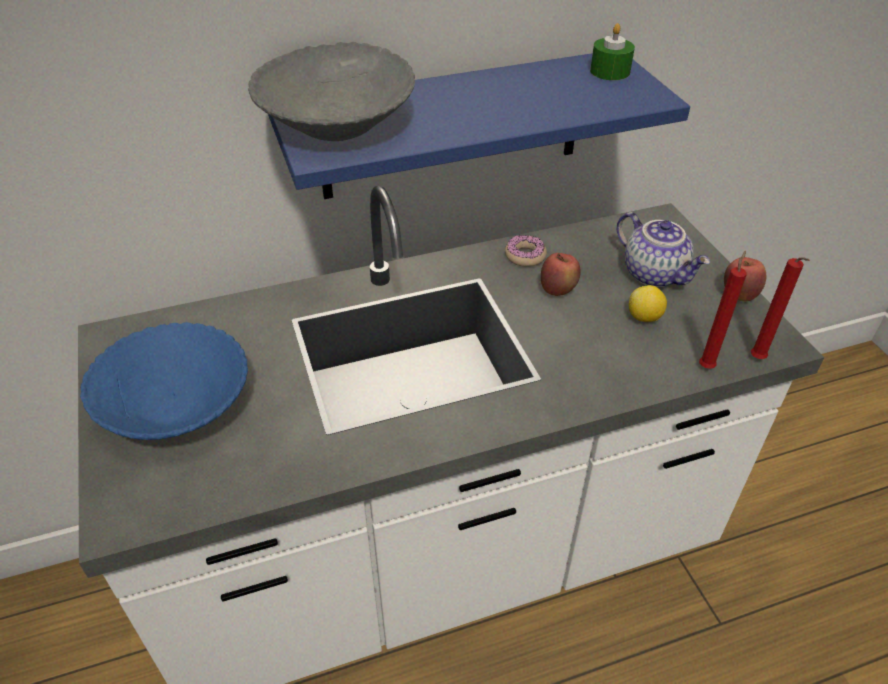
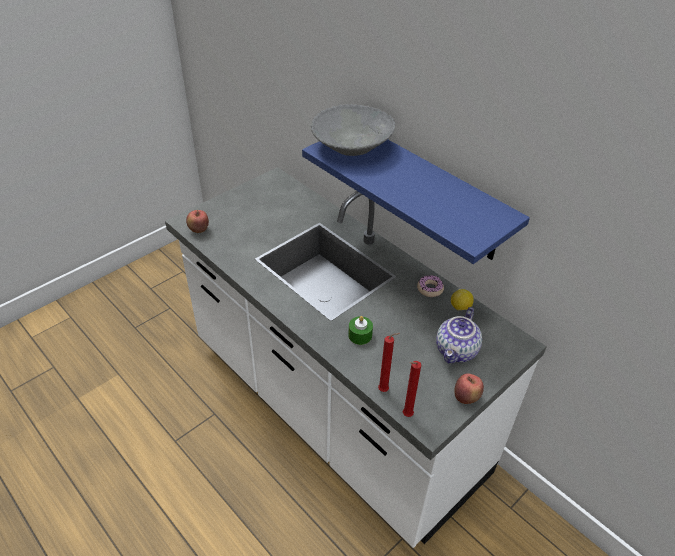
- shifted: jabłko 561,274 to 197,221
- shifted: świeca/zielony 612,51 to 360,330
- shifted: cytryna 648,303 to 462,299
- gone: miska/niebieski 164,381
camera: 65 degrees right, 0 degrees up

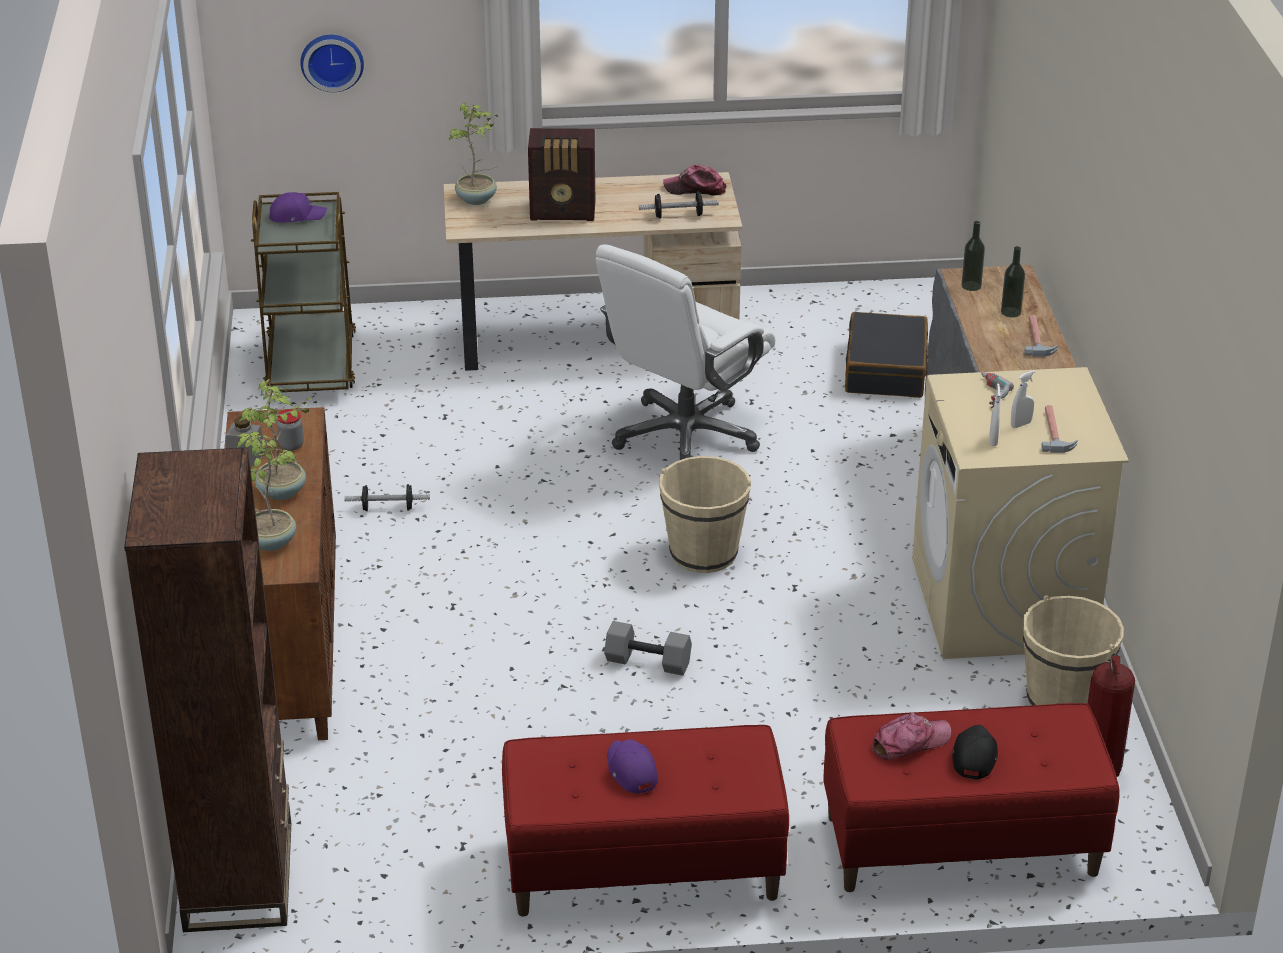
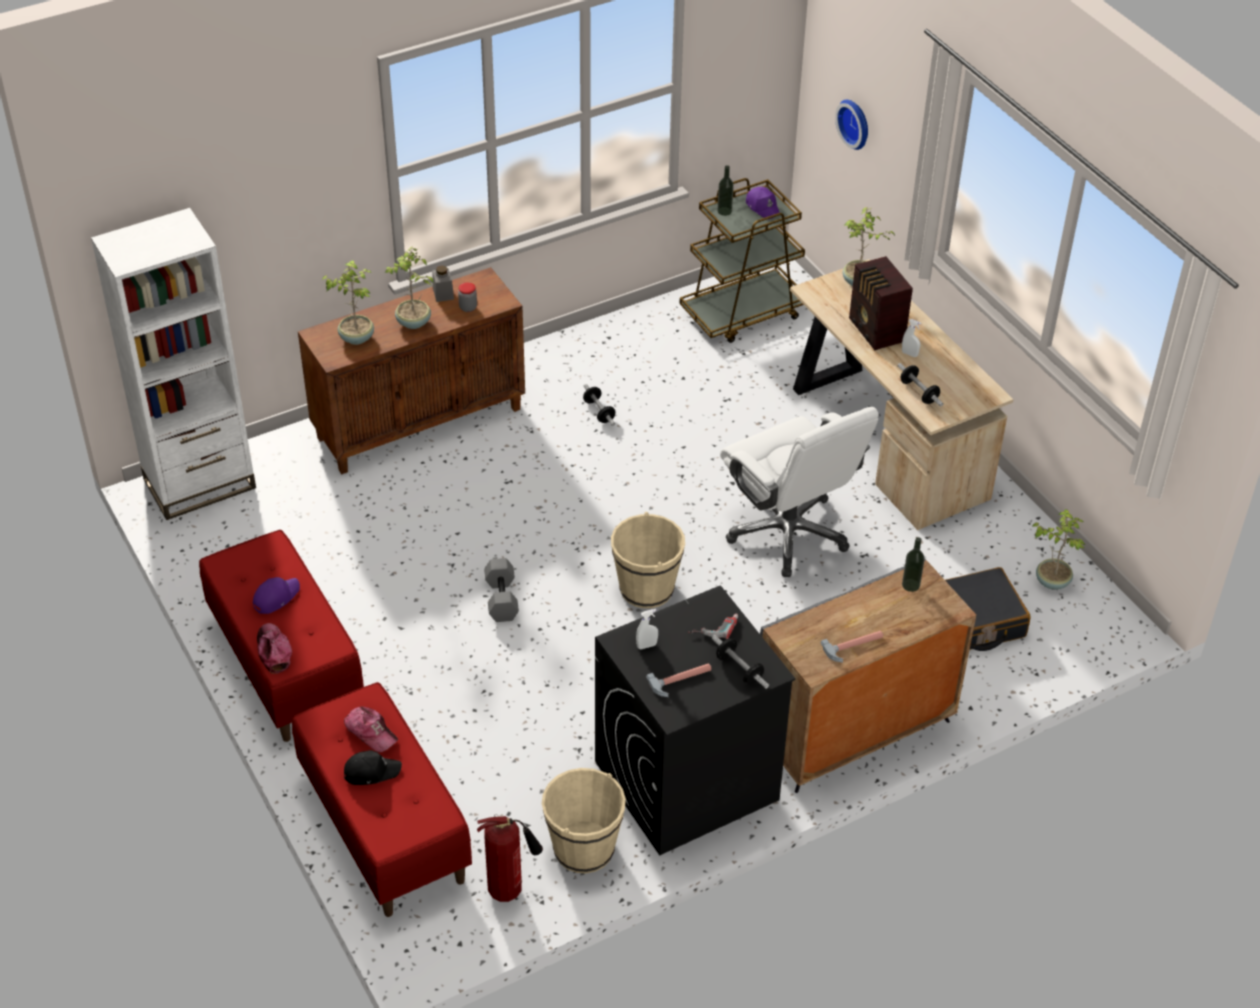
- repainted: regał/brązowy 207,689 to regał/biały 173,364
- shifted: czapka z daszkiem 694,180 to 274,648
- repainted: pralka/beżowy 1020,513 to pralka/czarny 695,720
- new: hantel 740,662
- shifted: butelka 1013,281 to 725,190
- rotated: krzesło biurowe/biały 685,352 = 799,492 135 degrees counterclockwise
- shifted: spryskiwacz/biały 1023,399 to 911,338
- new: roślina doniczkowa 1058,549
camera: 65 degrees right, 10 degrees up

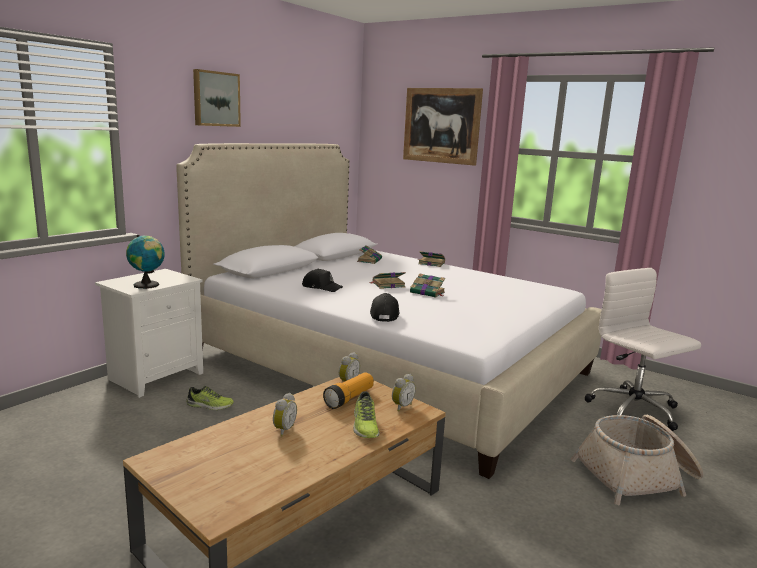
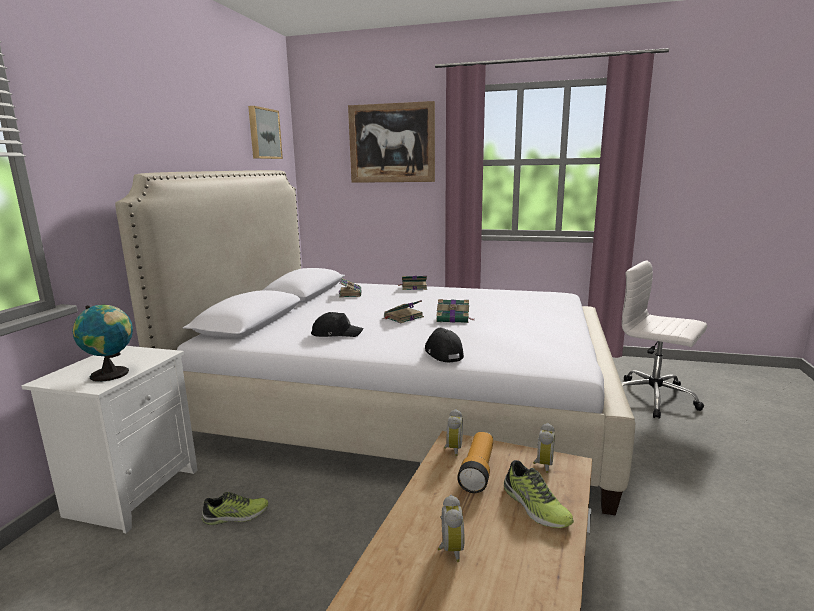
- shifted: obraz 217,98 to 265,132
- gone: koszyk 637,460
camera: 20 degrees left, 0 degrees up

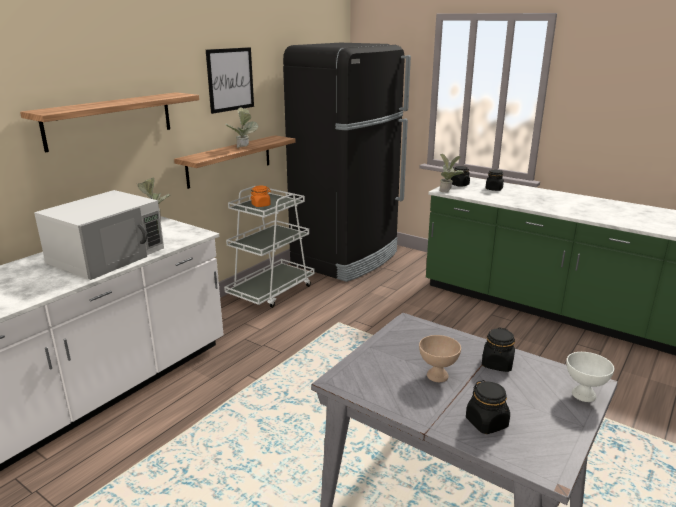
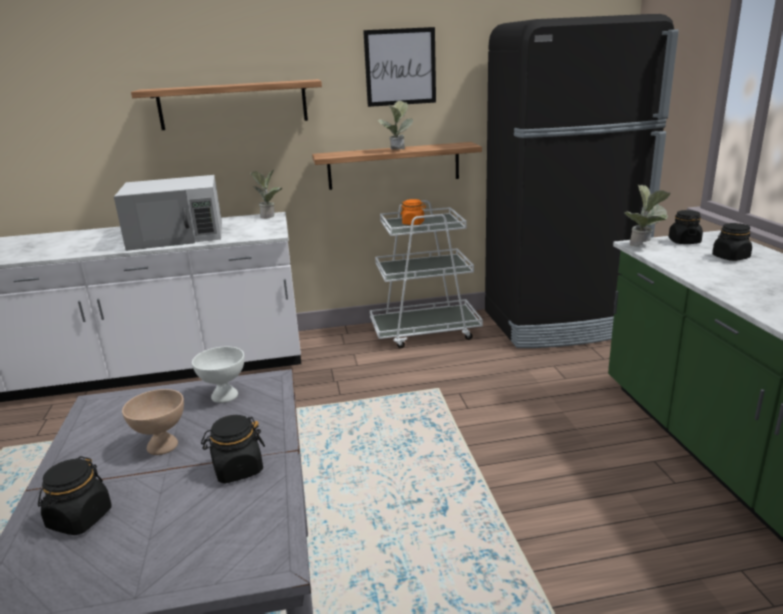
- shifted: miska/biały 590,377 to 218,375
camera: 45 degrees right, 0 degrees up

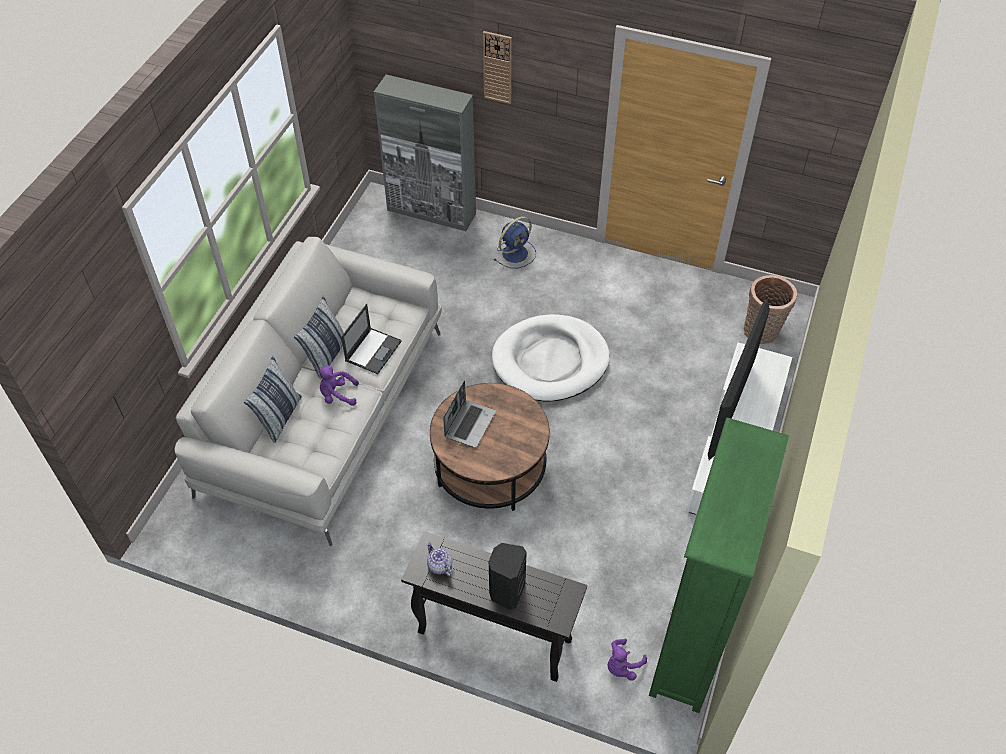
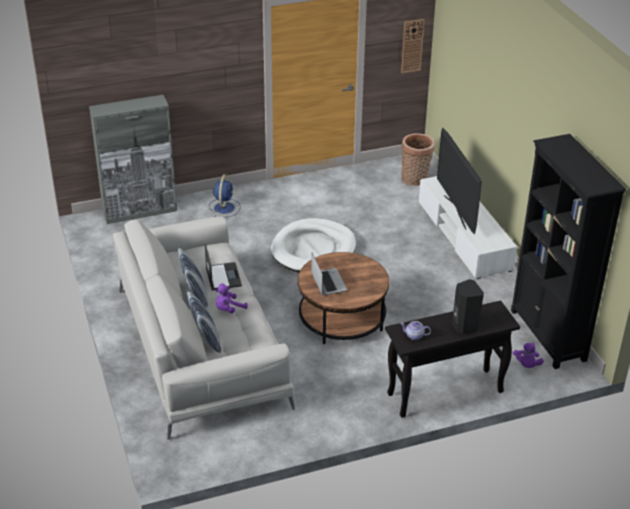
- shifted: zegar ścienny 497,67 to 412,46
- repainted: regał/zielony 719,565 to regał/czarny 568,251
camera: 40 degrees left, 15 degrees down

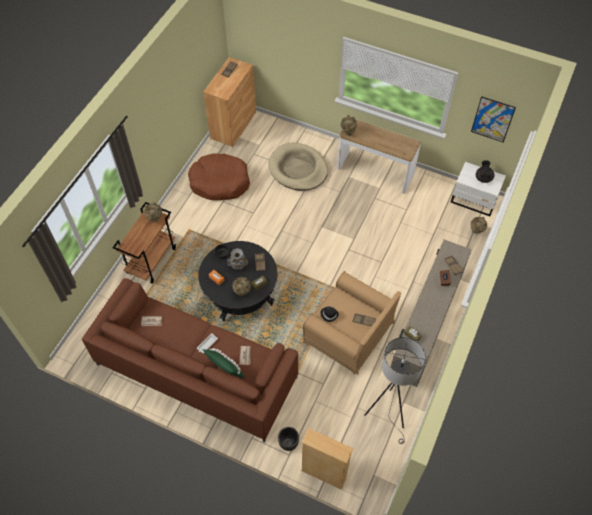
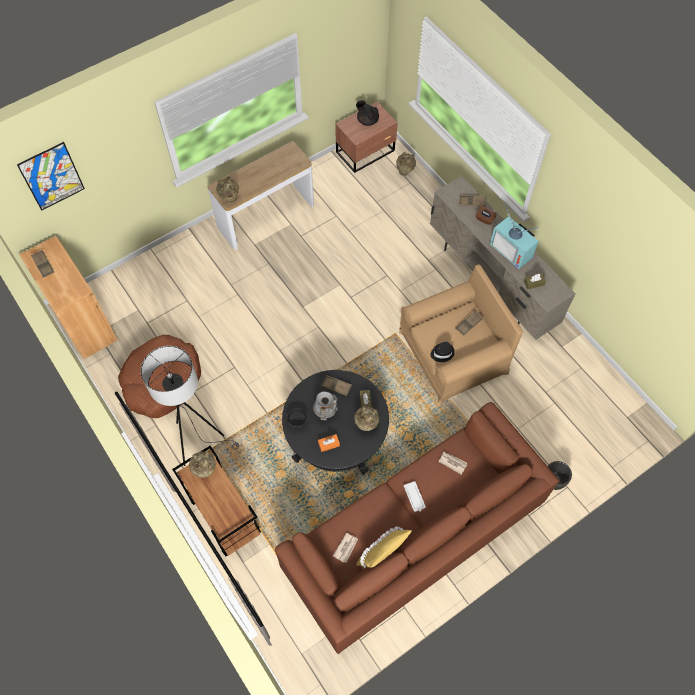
- shifted: obraz 493,119 to 51,176
- shifted: lampa stojąca/szary 395,390 to 190,406
- repainted: szafka nocna/biały 478,189 to szafka nocna/brązowy 366,137
- new: poduszka/żółty 384,547
- new: telewizor 514,237
- gone: poduszka/zielony 223,363
- gone: legowisko/beżowy 298,166
- gone: regał/beżowy 327,459
camera: 60 degrees left, 5 degrees up

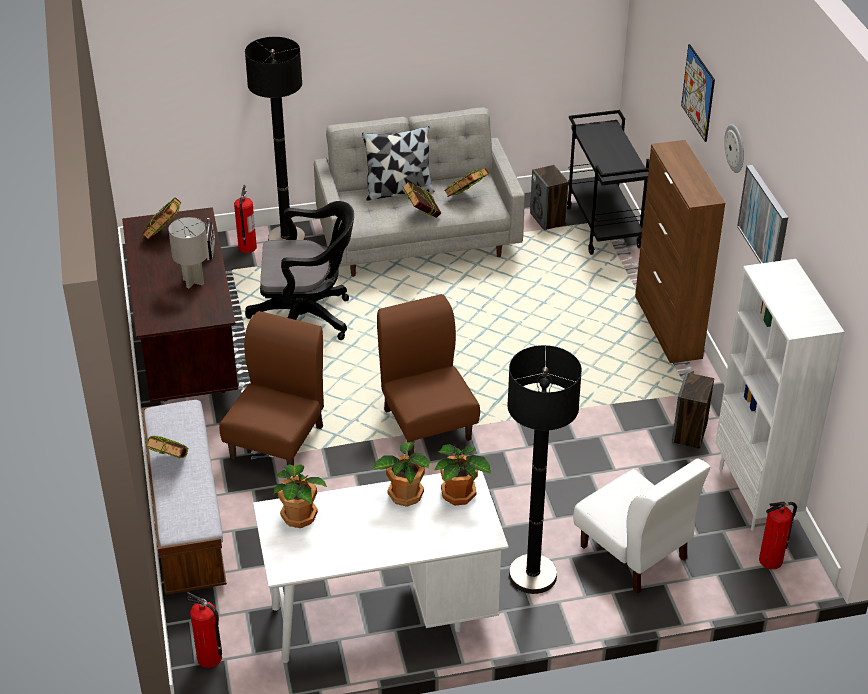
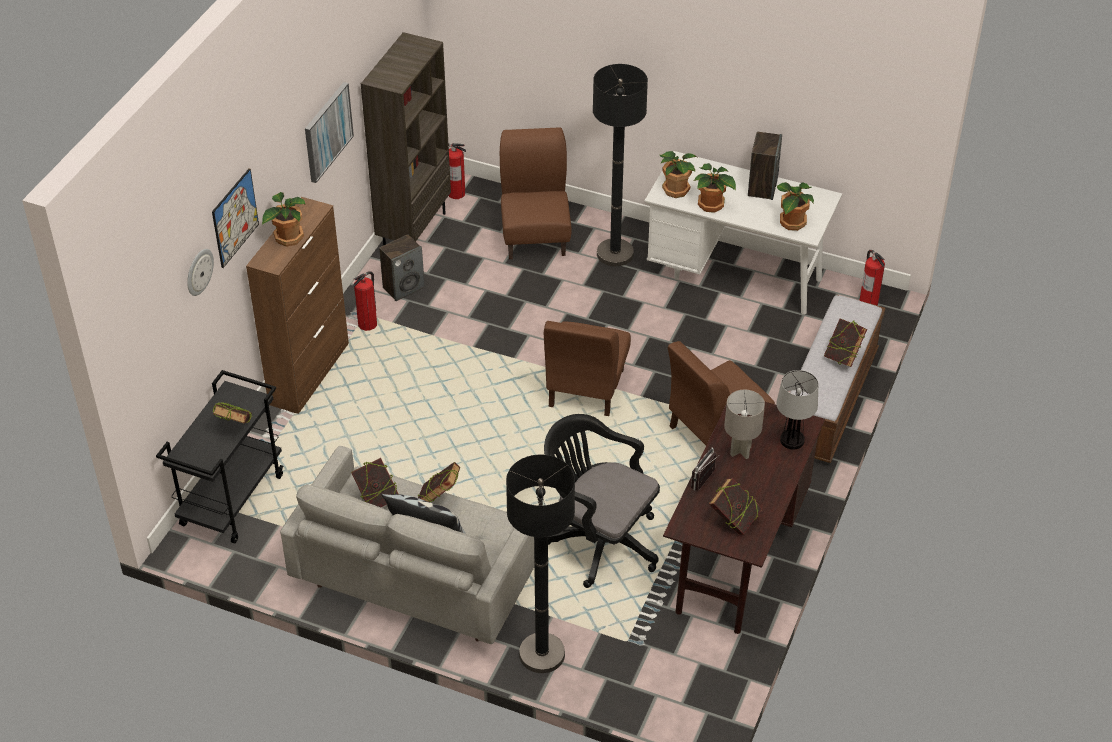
- shifted: zegar ścienny 734,148 to 200,272
- new: książka 232,413
- new: roślina doniczkowa 284,219
- shifted: gaśnica 245,219 to 365,301
- repainted: regał/biały 780,395 to regał/brązowy 406,139
- repainted: krzesło/biały 641,526 to krzesło/brązowy 536,193
- shifted: głośnik 549,197 to 765,166
- new: lampa stołowa 797,409
camera: 145 degrees left, 5 degrees up

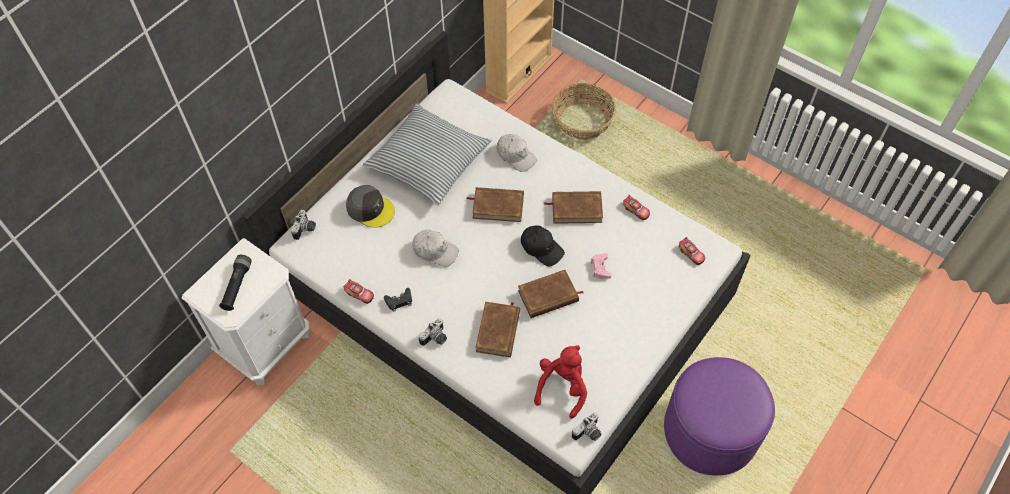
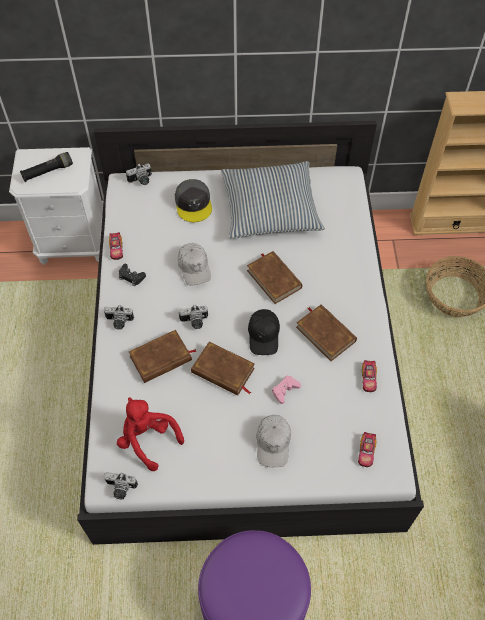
- rotated: pluszak/czerwony 560,382 = 150,434 120 degrees counterclockwise
- new: aparat fotograficzny 193,317
- shifted: czapka z daszkiem/biały 517,153 to 273,441
camera: 50 degrees right, 0 degrees up

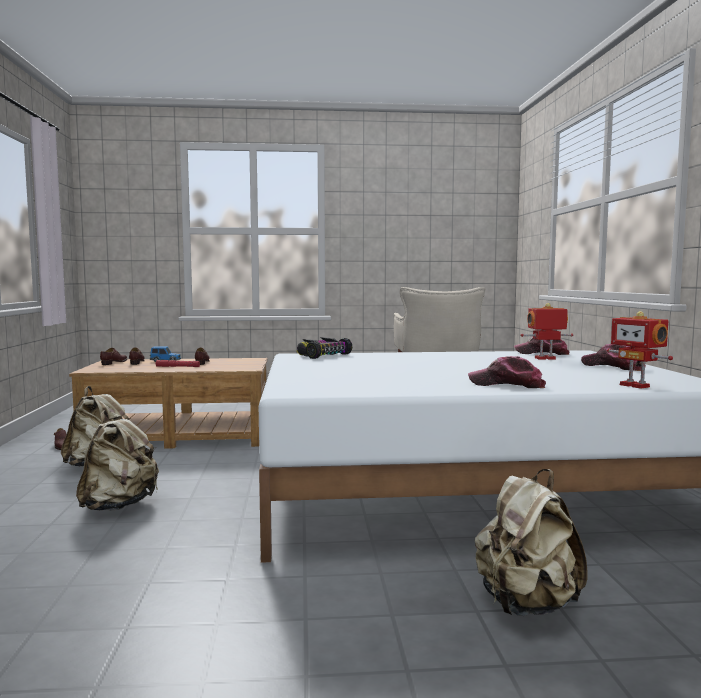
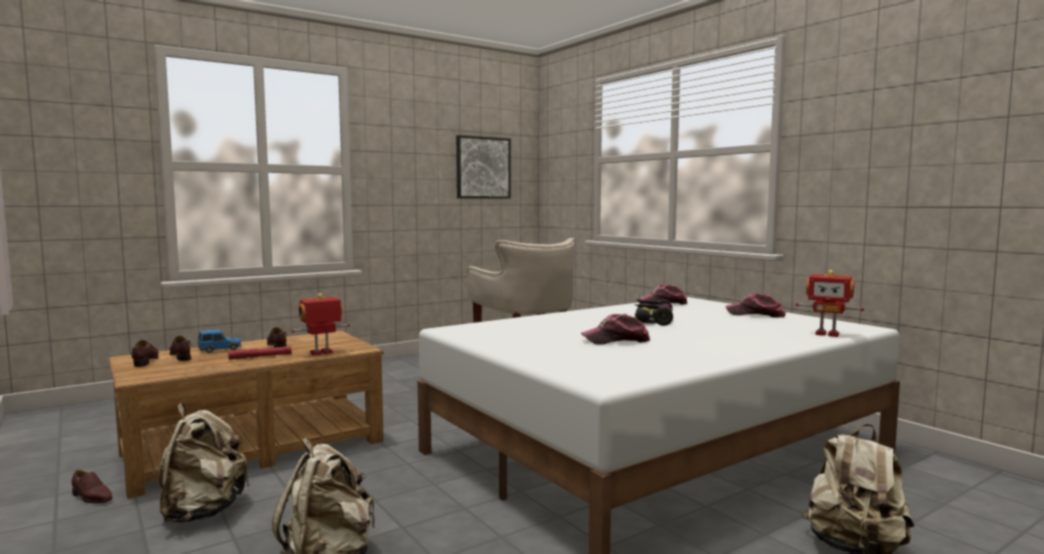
- shifted: robot zabawkowy 546,331 to 320,324
- new: obraz 483,167
- shifted: czapka z daszkiem 507,372 to 615,329
- shifted: samochodzik 324,348 to 653,313
camera: 30 degrees left, 0 degrees up

